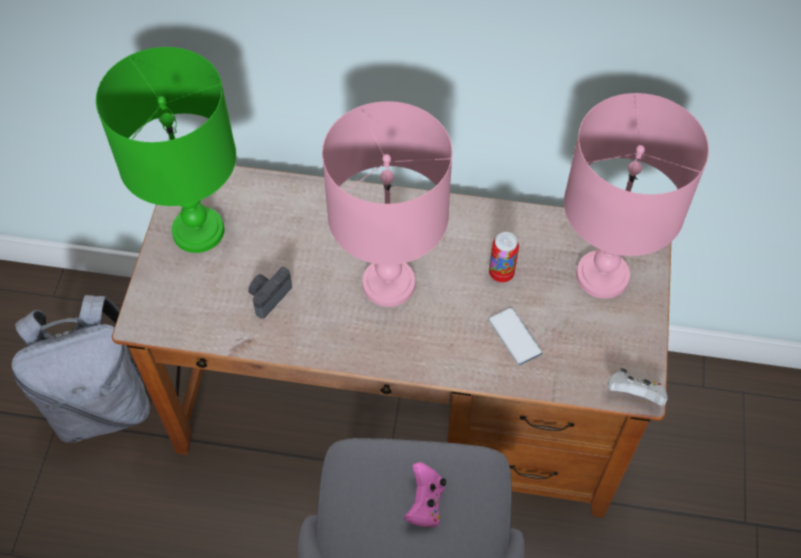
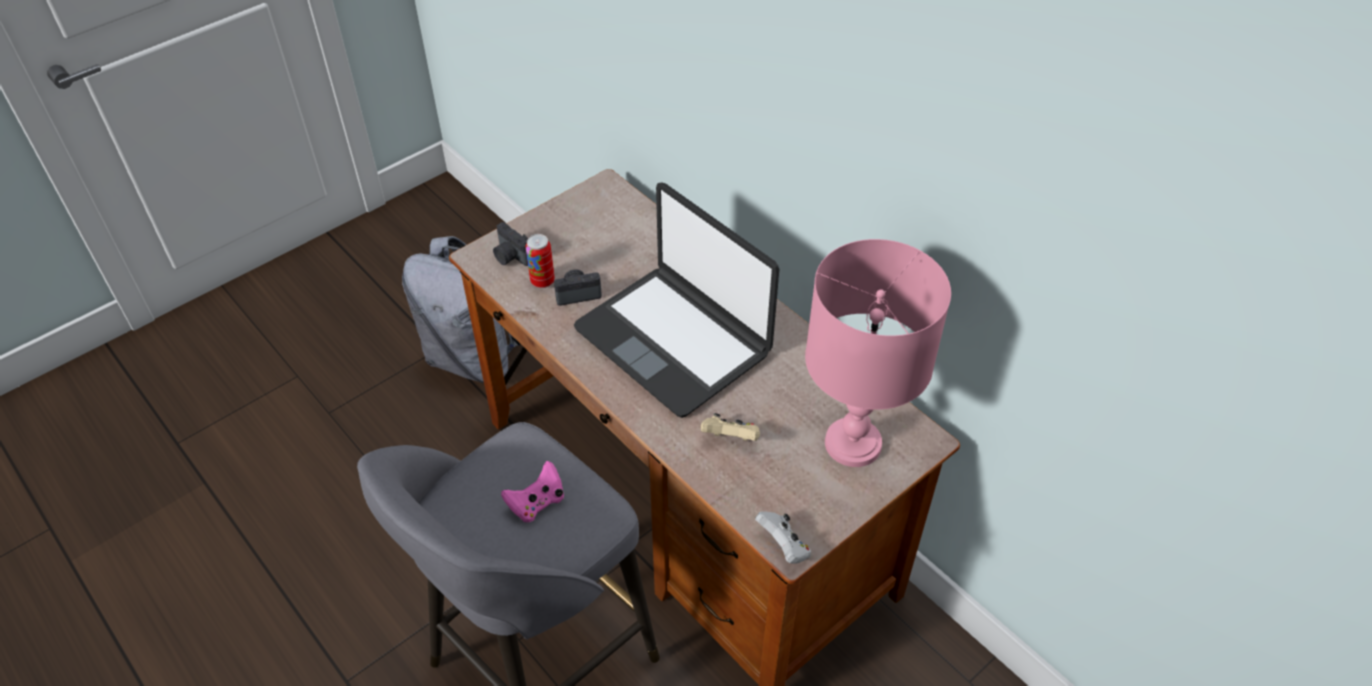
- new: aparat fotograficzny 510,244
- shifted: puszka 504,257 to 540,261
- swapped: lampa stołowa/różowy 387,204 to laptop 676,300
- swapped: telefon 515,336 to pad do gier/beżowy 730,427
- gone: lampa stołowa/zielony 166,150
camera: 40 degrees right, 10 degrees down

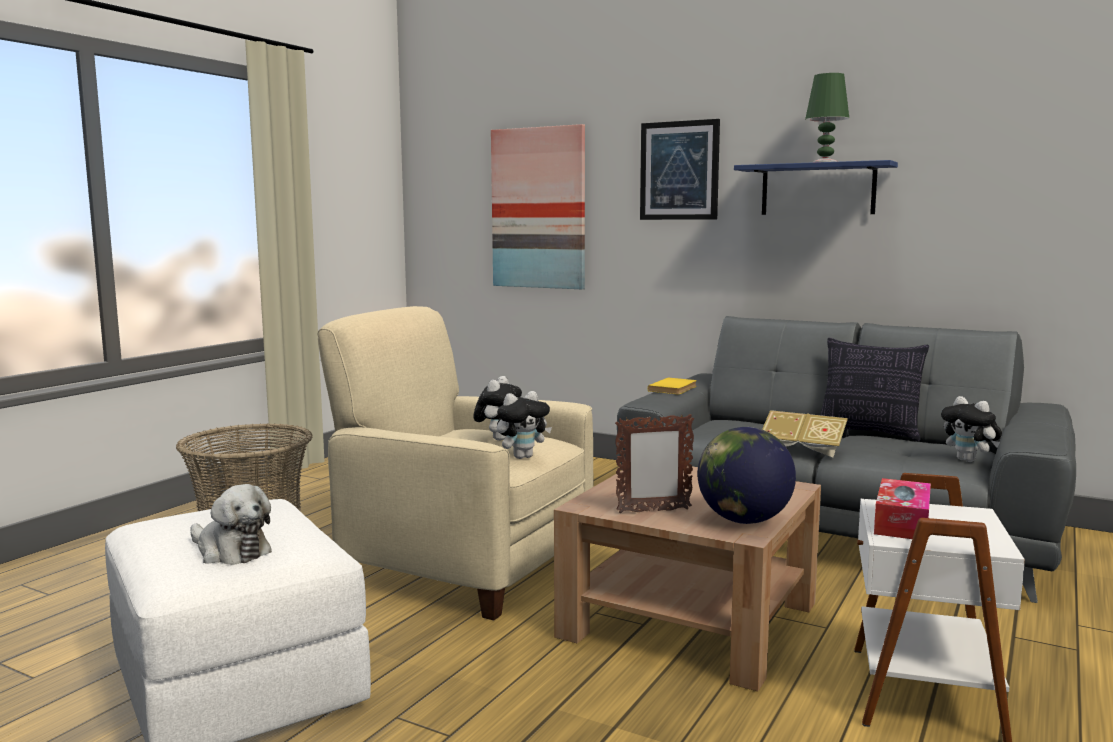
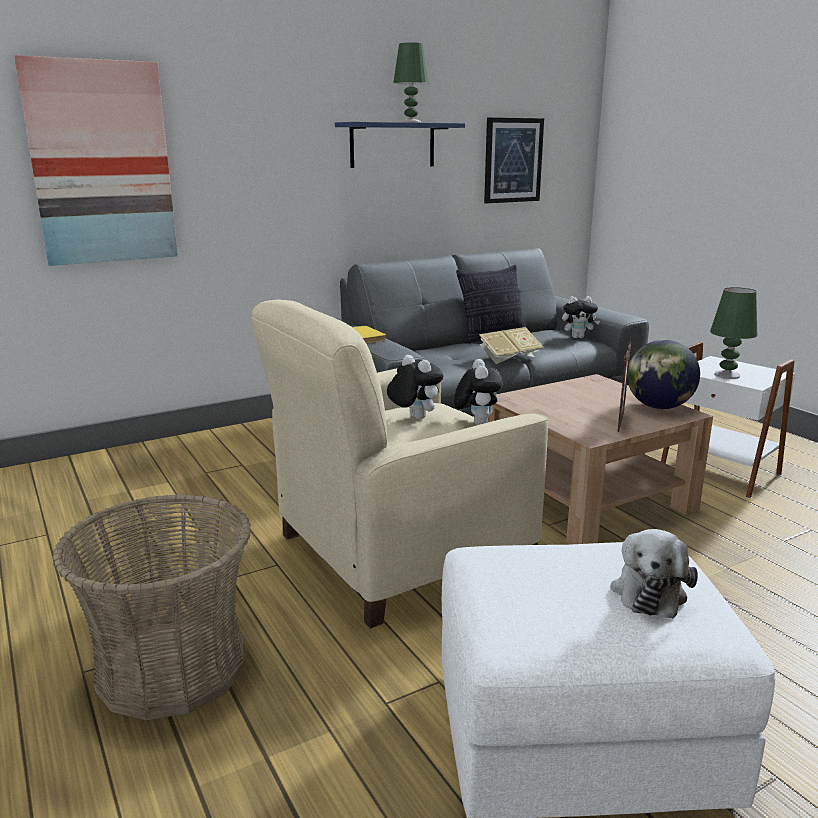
- shifted: obraz 680,169 to 514,160
- rotated: pluszak 231,524 = 654,573 135 degrees clockwise
- swapped: pudełko chusteczek 902,508 to lampa stołowa/zielony 733,333
camera: 60 degrees left, 10 degrees up

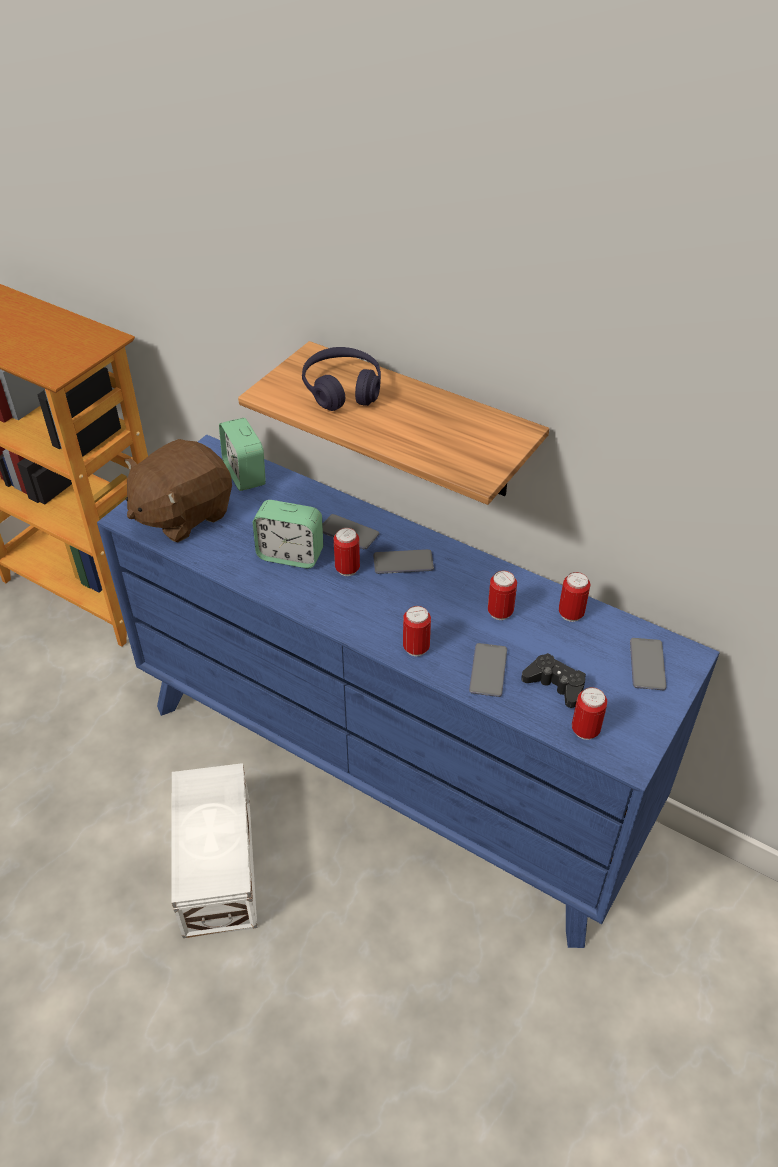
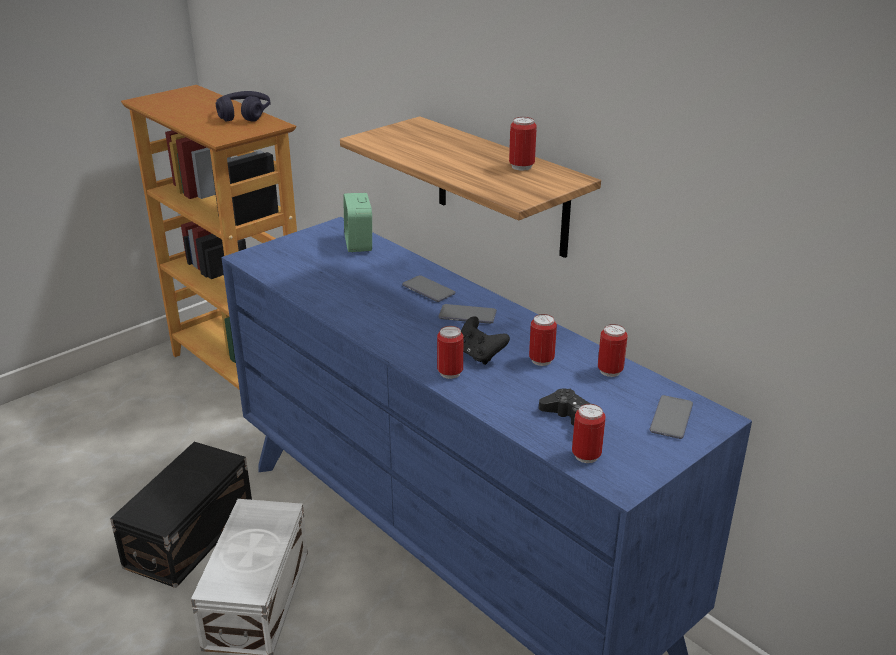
- new: pojemnik do przechowywania/czarny 181,515
- shifted: słuchawki/fioletowy 341,379 to 243,106
- new: pad do gier/czarny 485,340
- shifted: puszka 347,552 to 523,144
- gone: pluszak/brązowy 178,491
- gone: budzik 288,534
- gone: telefon 488,670
camera: 15 degrees right, 15 degrees down

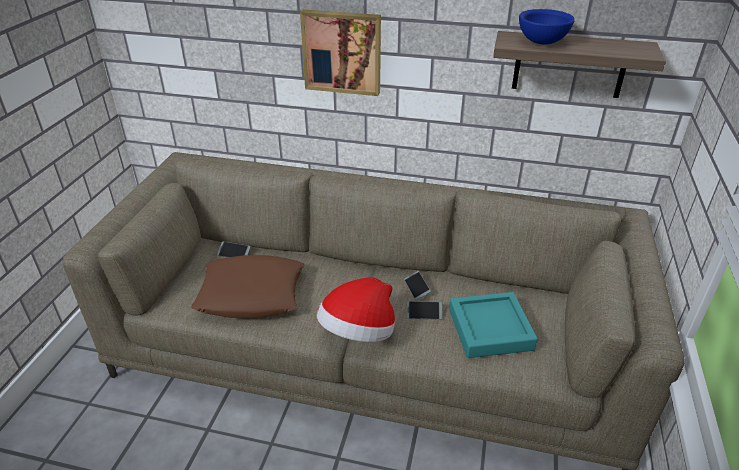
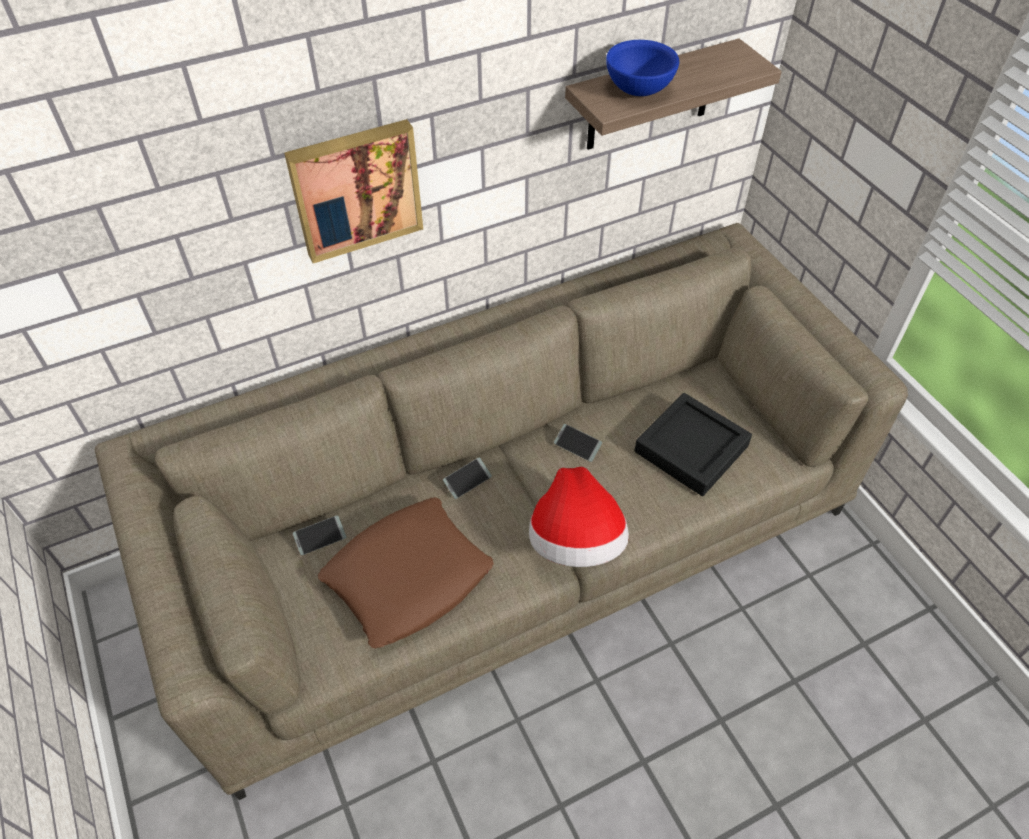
- shifted: telefon 424,310 to 467,478
- repainted: taca/turkusowy 493,325 to taca/czarny 693,444
camera: 40 degrees left, 15 degrees up

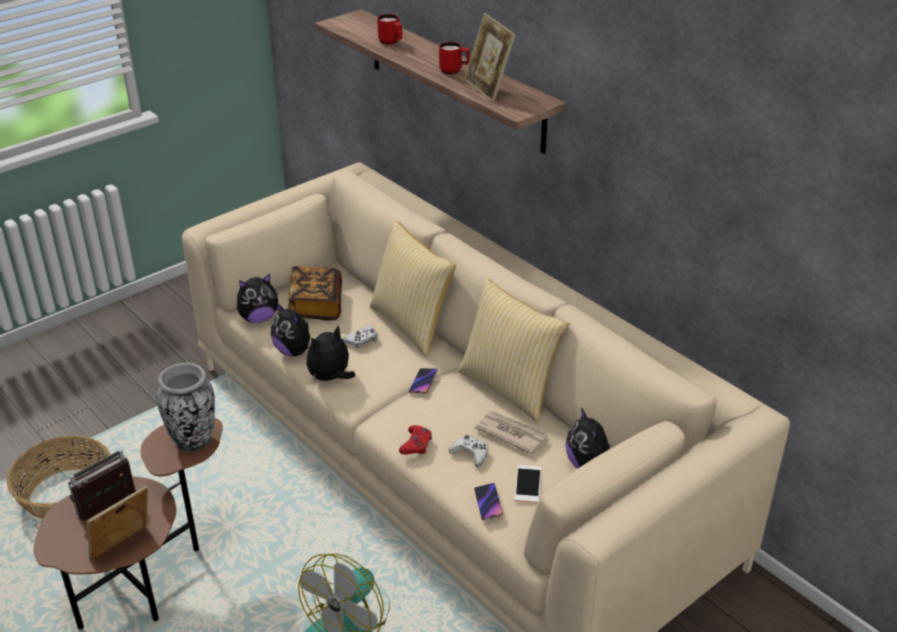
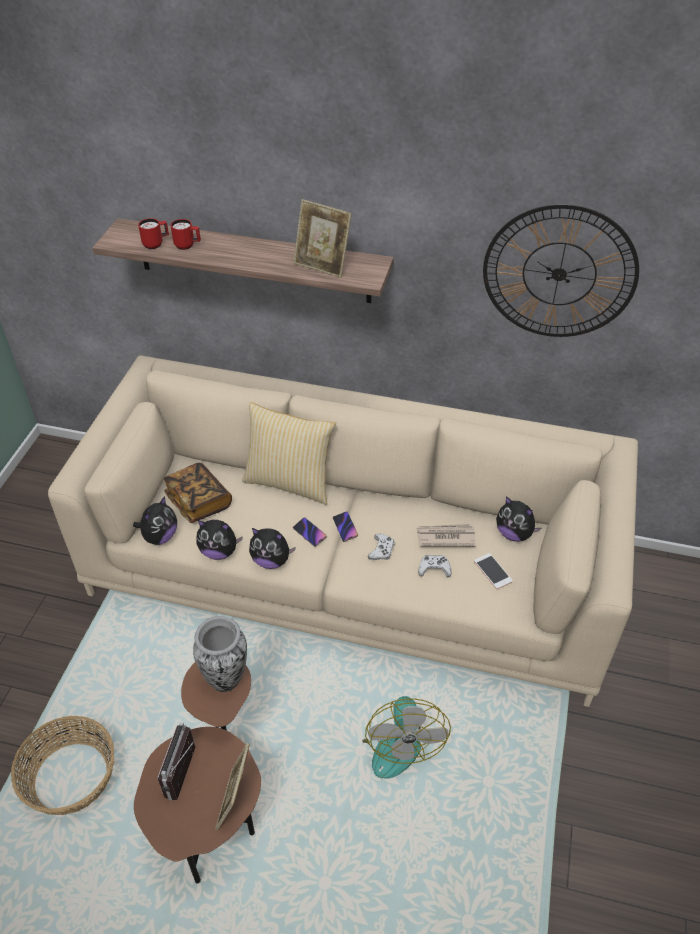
- shifted: kubek/czerwony 454,58 to 153,233
- rotated: pluszak 330,354 = 272,548 90 degrees counterclockwise
- shifted: telefon 488,501 to 310,532
- shifted: pad do gier/biały 360,337 to 381,546
- new: zegar ścienny 561,270
- gone: pad do gier/czerwony 415,439
- gone: poduszka 514,350
camera: 35 degrees left, 10 degrees up

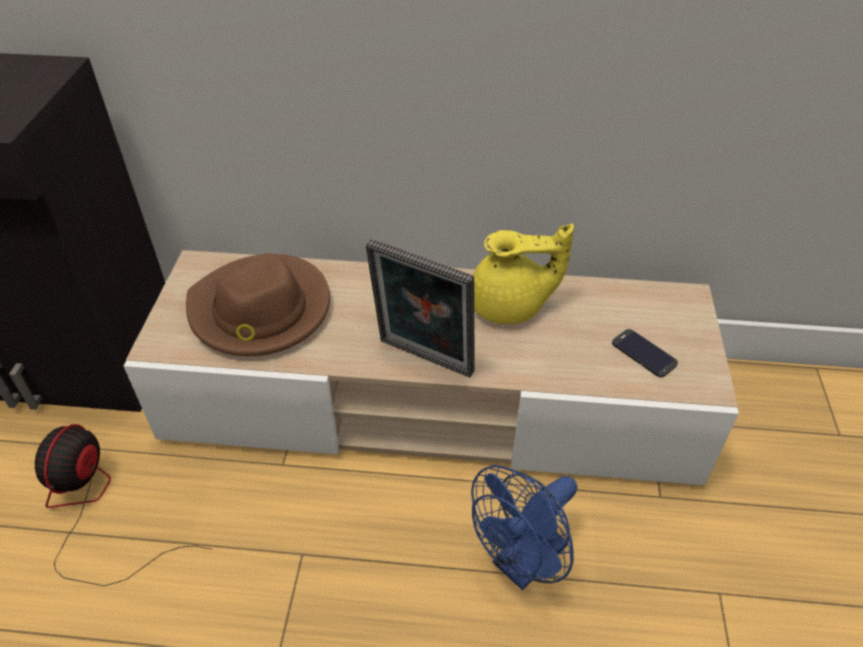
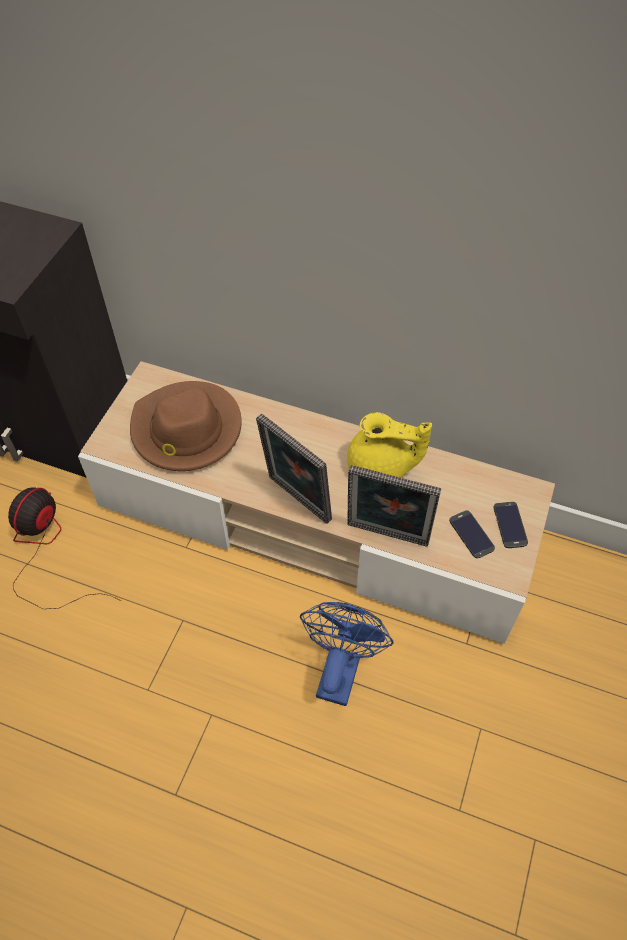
- rotated: wentylator/niebieski 524,527 = 347,654 135 degrees clockwise
- new: ramka na zdjęcie 394,506
- new: telefon 510,525
camera: 15 degrees right, 10 degrees up

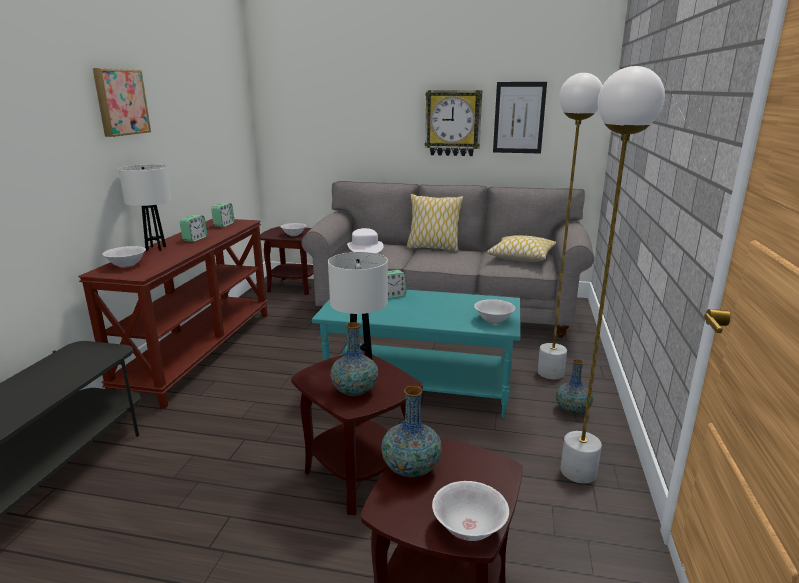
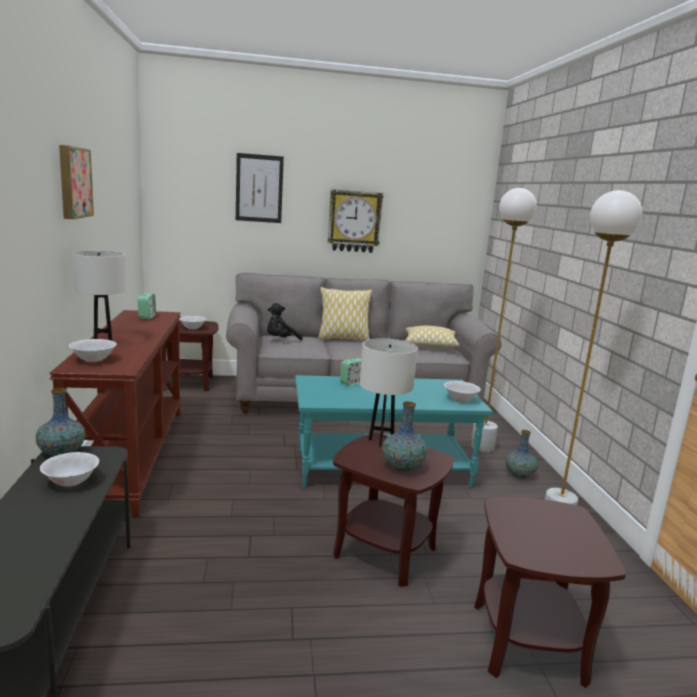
- shifted: wazon 411,432 to 60,422
- shifted: miska/biały 470,511 to 69,469
- shifted: obraz 520,118 to 260,188
- swapped: kapelusz/biały 365,241 to pluszak/czarny 285,322
- gone: budzik 193,228
camera: 20 degrees left, 5 degrees down

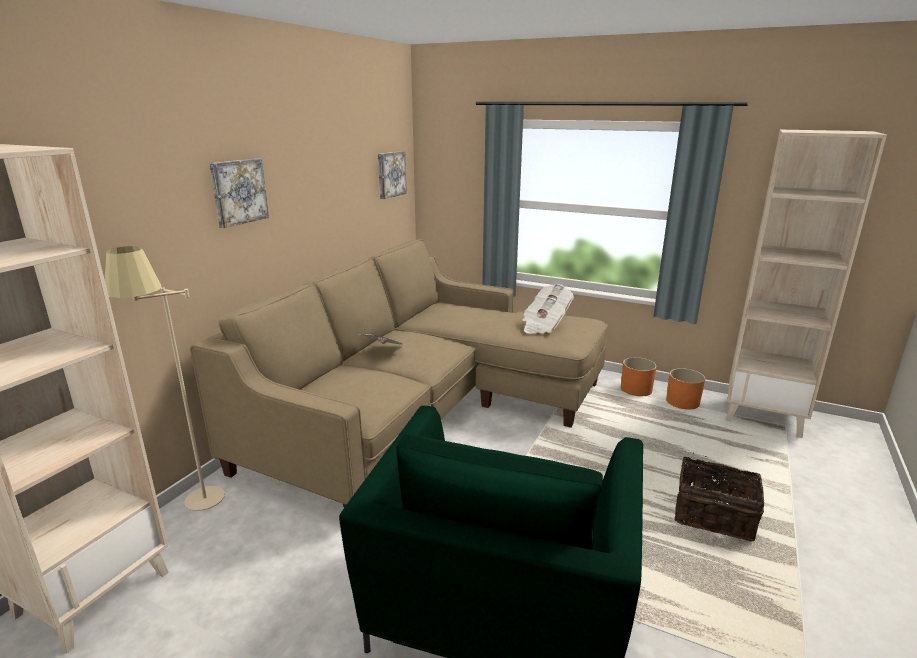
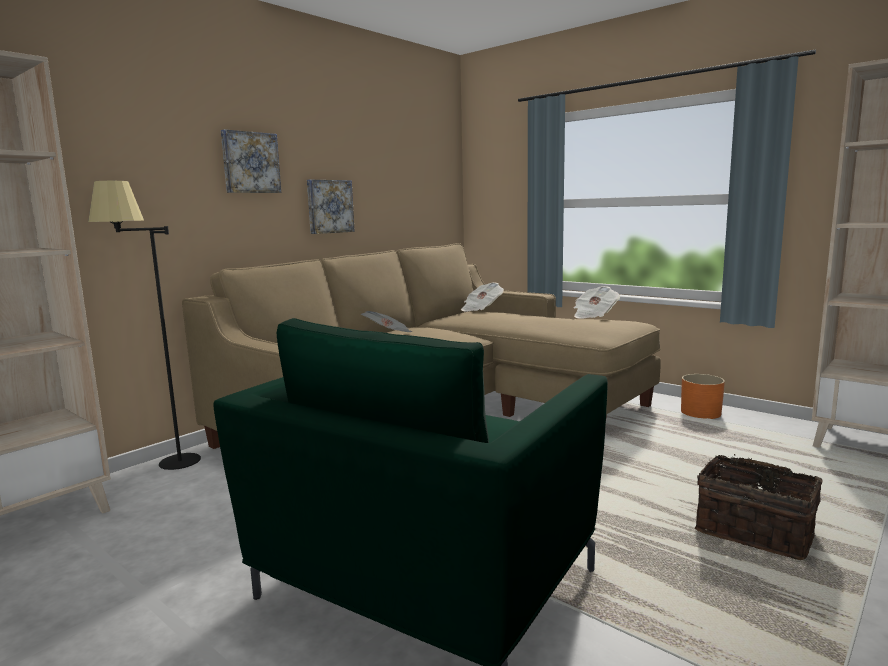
- repainted: lampa stojąca/beżowy 165,378 to lampa stojąca/czarny 144,325
- shifted: obraz 392,175 to 331,206
- shifted: gazeta 544,315 to 482,296
- gone: donica/pomarańczowy 685,389
camera: 15 degrees right, 10 degrees down

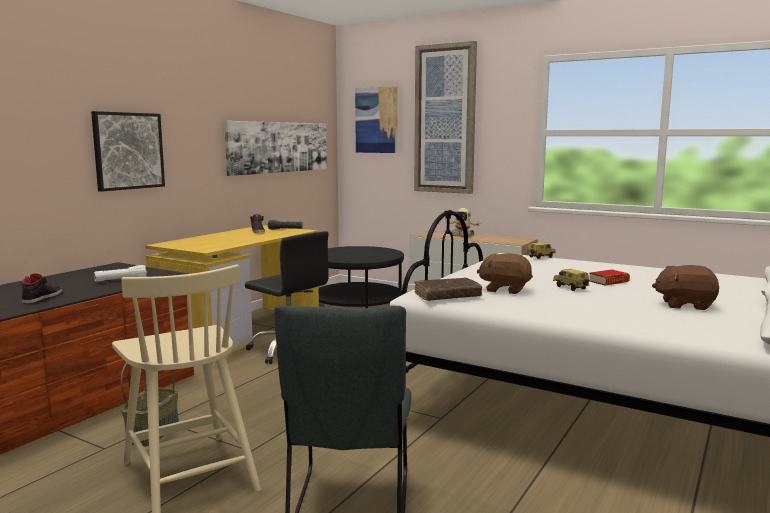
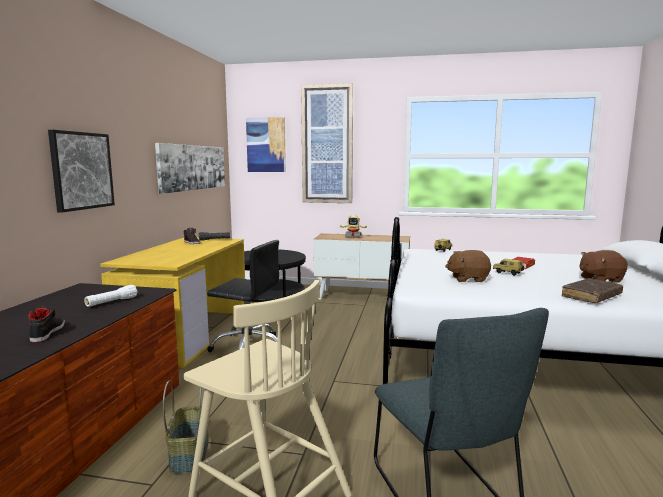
- shifted: książka/brązowy 448,289 to 592,290
camera: 20 degrees left, 0 degrees up

